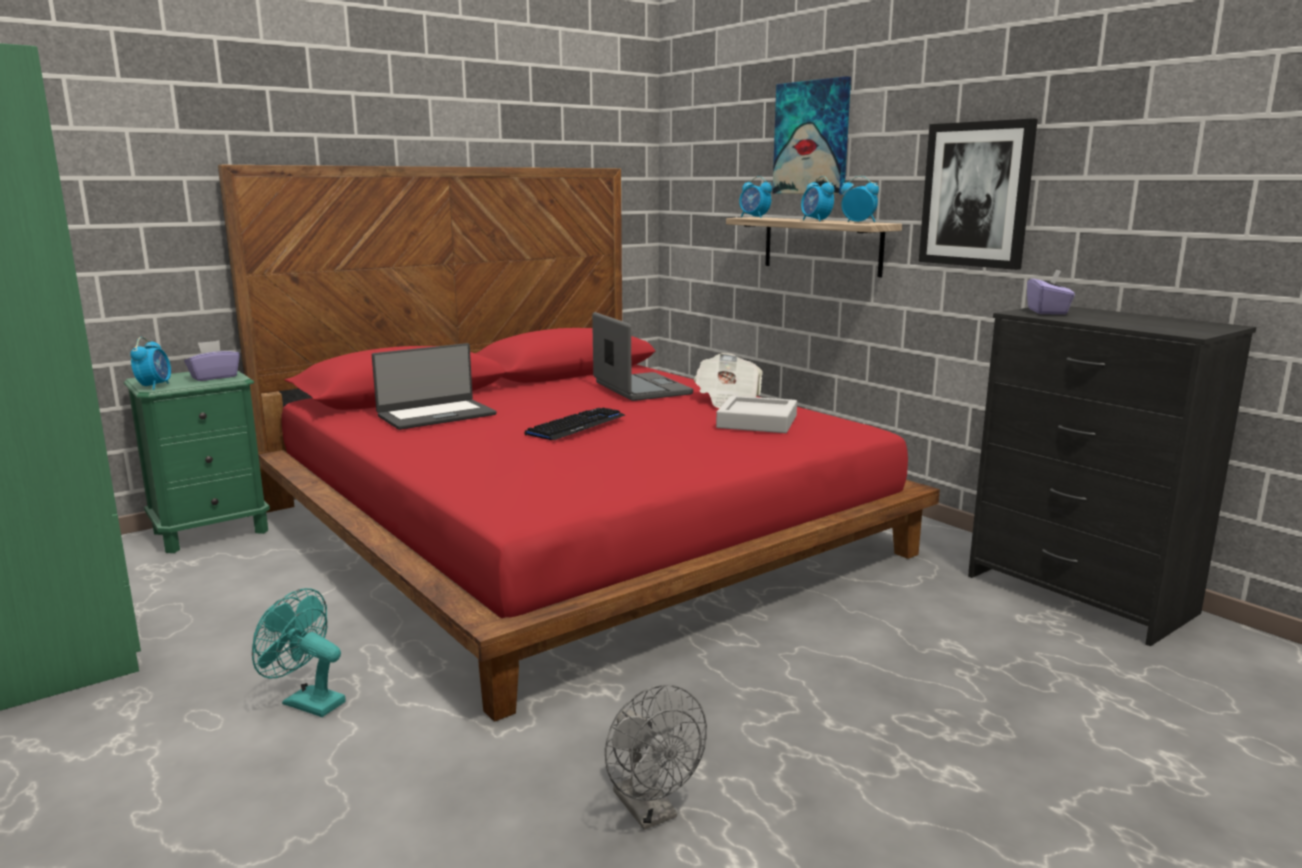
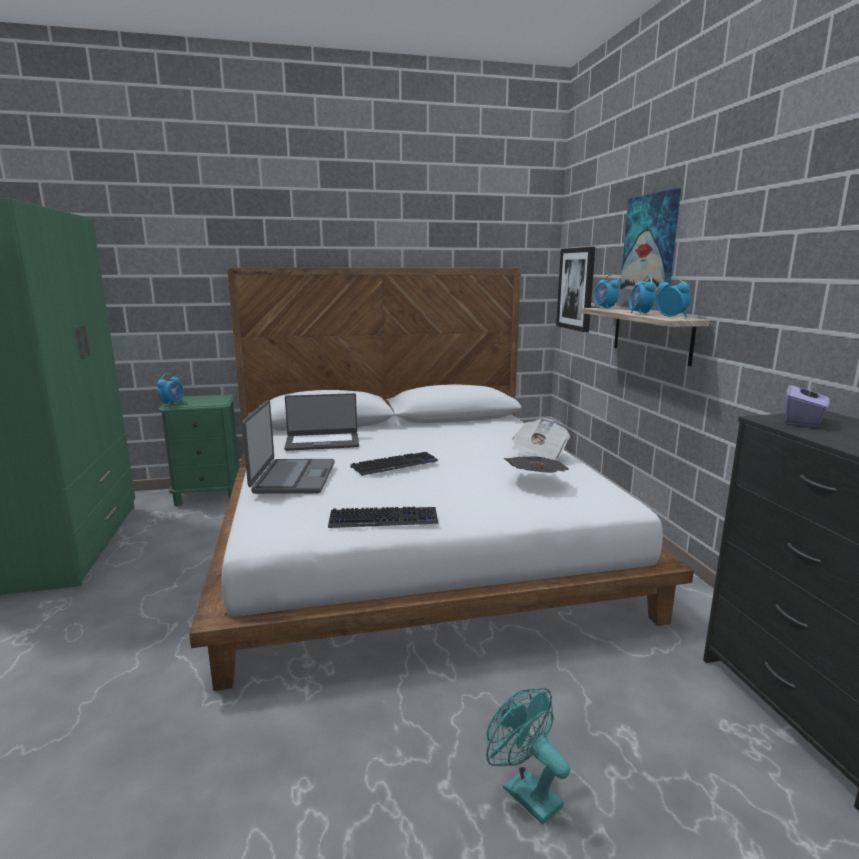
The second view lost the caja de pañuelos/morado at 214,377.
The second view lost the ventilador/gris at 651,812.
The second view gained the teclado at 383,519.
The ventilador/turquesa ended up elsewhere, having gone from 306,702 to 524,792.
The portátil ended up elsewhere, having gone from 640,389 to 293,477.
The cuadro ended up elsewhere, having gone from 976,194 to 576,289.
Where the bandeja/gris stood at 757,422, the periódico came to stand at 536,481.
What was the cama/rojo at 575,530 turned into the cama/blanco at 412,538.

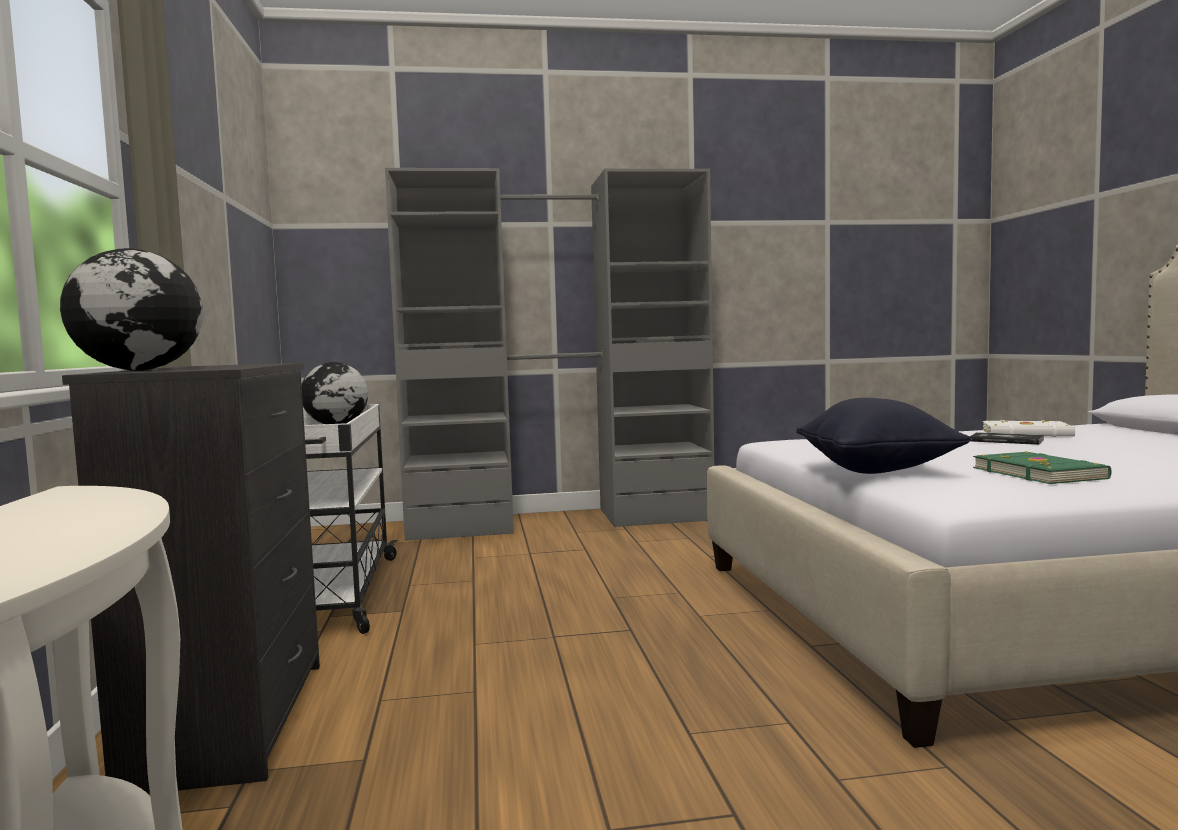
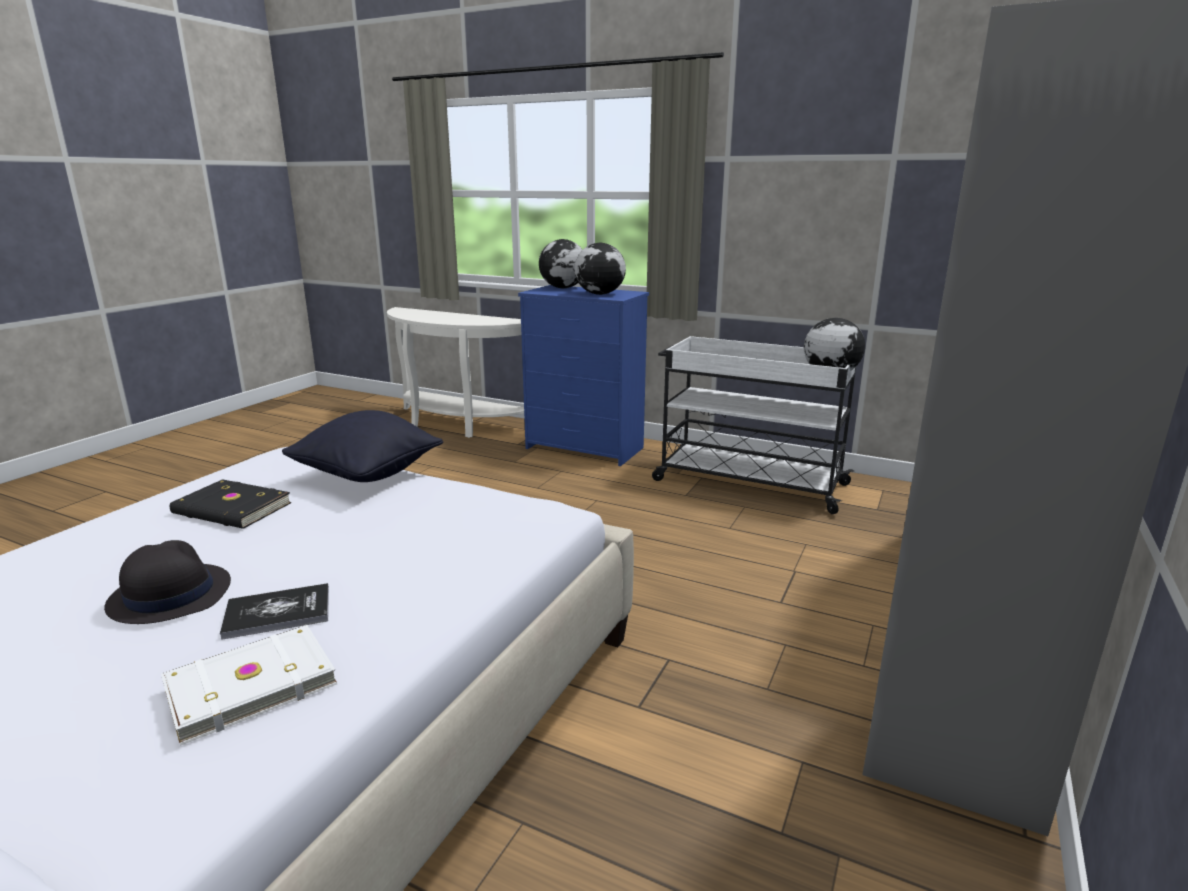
The second view gained the sombrero/negro at 169,595.
The second view gained the globo terráqueo at 600,294.
What was the cómoda/negro at 233,720 turned into the cómoda/azul at 585,448.
What was the libro/verde at 1039,473 turned into the libro/negro at 231,509.

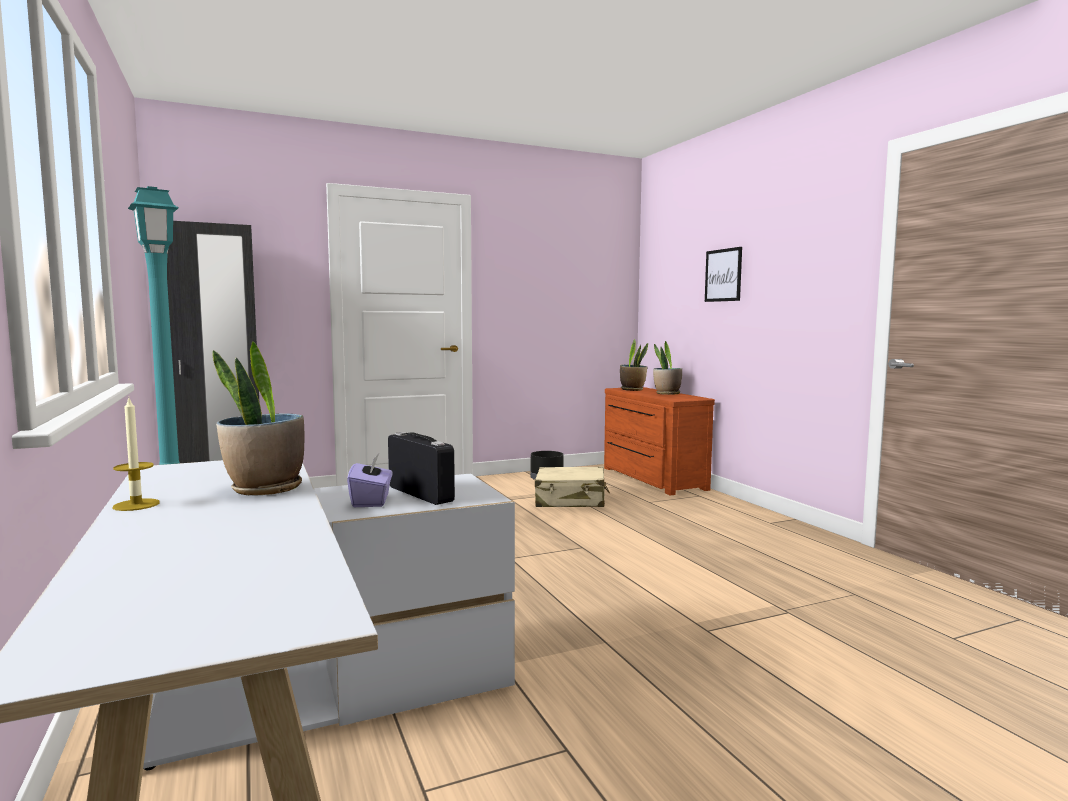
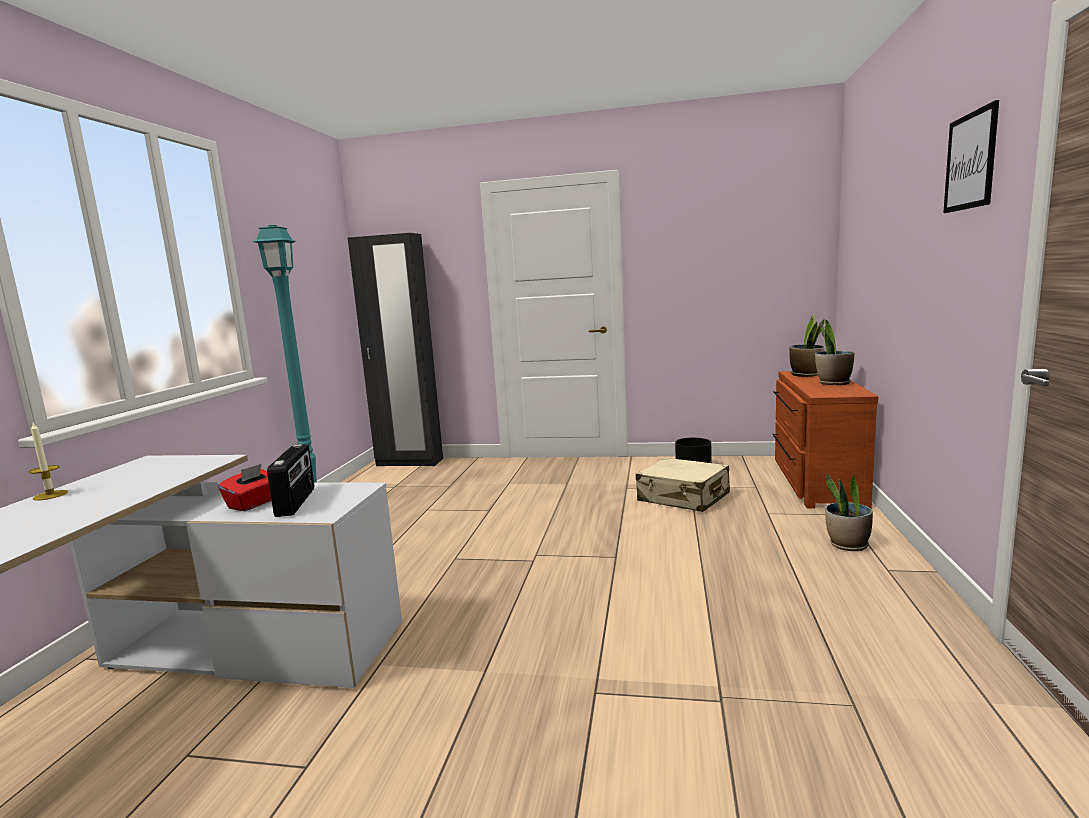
The planta en maceta ended up elsewhere, having gone from 265,489 to 847,545.
The cuadro ended up elsewhere, having gone from 723,275 to 970,161.
What was the caja de pañuelos/morado at 371,501 turned into the caja de pañuelos/rojo at 254,503.

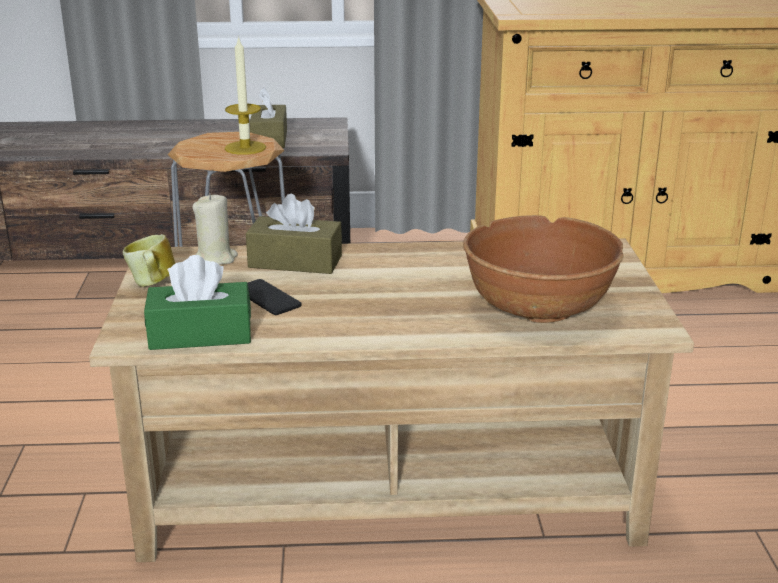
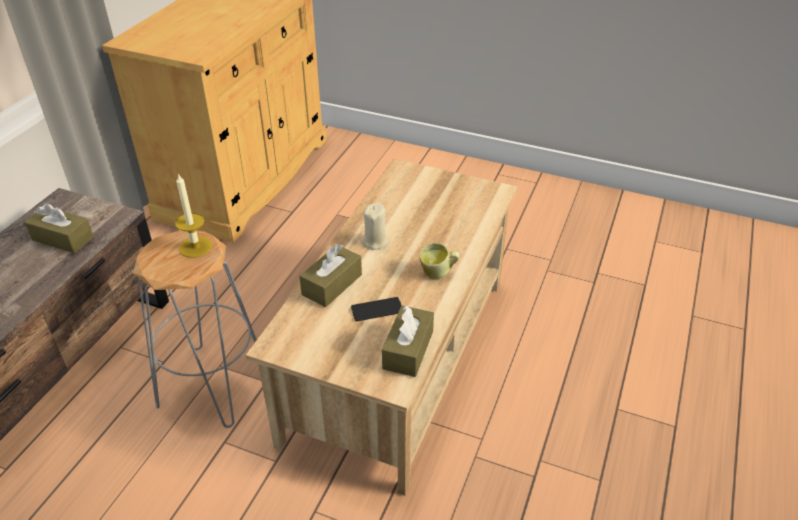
The second view lost the cuenco/marrón at 538,308.
The taza grande ended up elsewhere, having gone from 151,285 to 438,274.
The vela/beis ended up elsewhere, having gone from 215,258 to 375,241.
What was the caja de pañuelos/verde at 200,334 turned into the caja de pañuelos/marrón at 408,350.

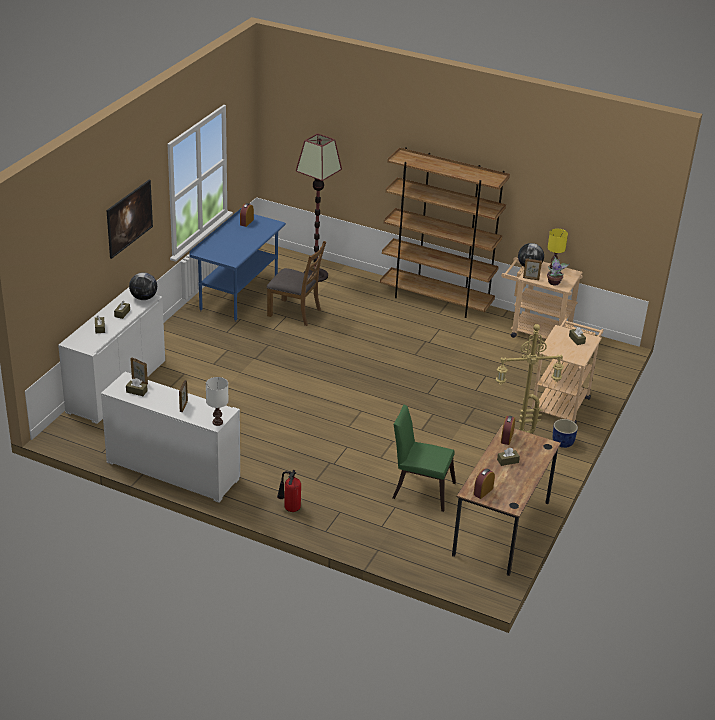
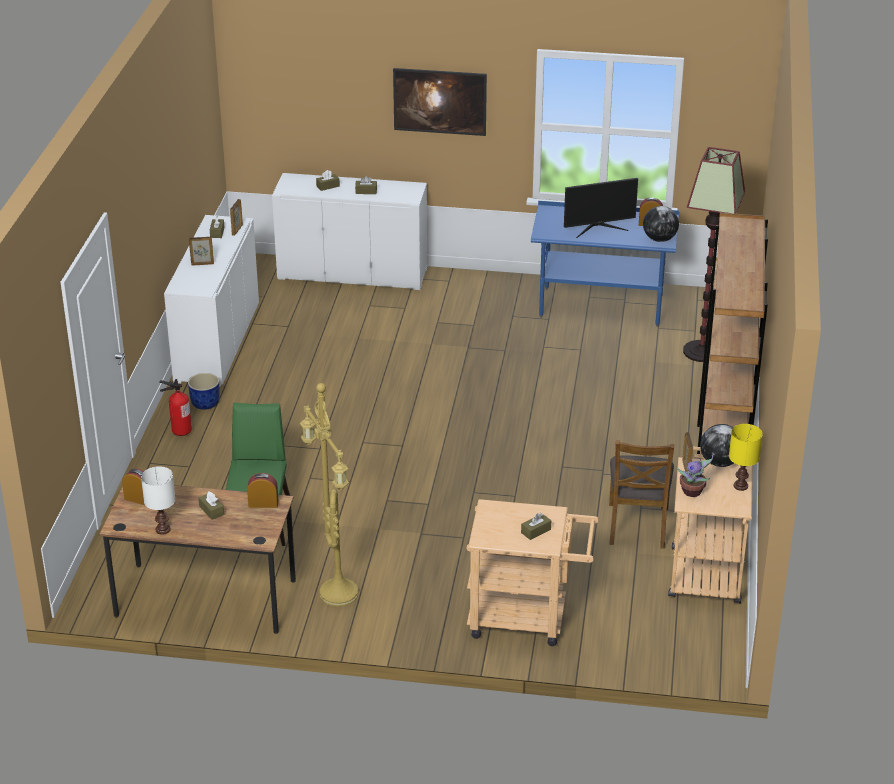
The second view gained the monitor at 598,228.
The globo terráqueo ended up elsewhere, having gone from 143,298 to 659,239.
The lámpara de mesa/blanco ended up elsewhere, having gone from 217,422 to 162,529.
The silla/marrón ended up elsewhere, having gone from 295,312 to 637,525.
The maceta/azul ended up elsewhere, having gone from 562,442 to 205,403.

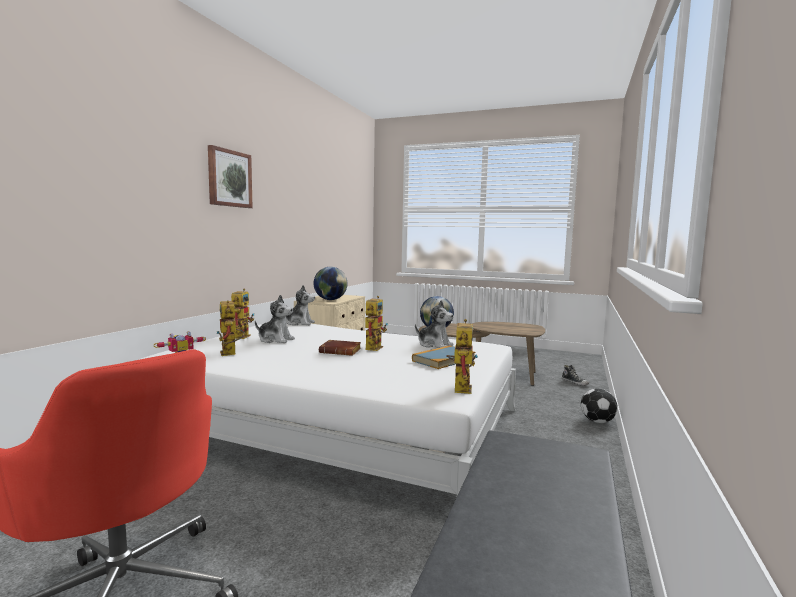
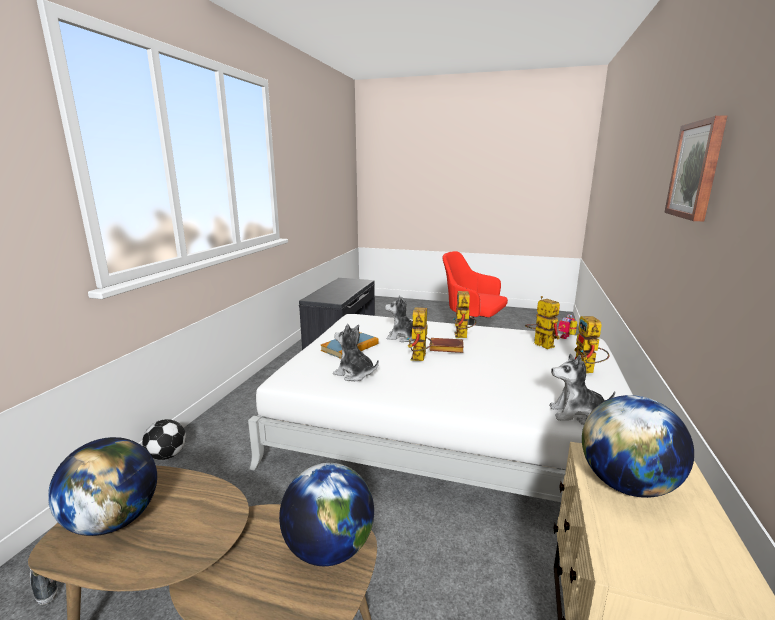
The second view gained the globo terráqueo at 114,521.
The peluche ended up elsewhere, having gone from 275,340 to 403,337.
The robot de juguete ended up elsewhere, having gone from 460,387 to 463,337.

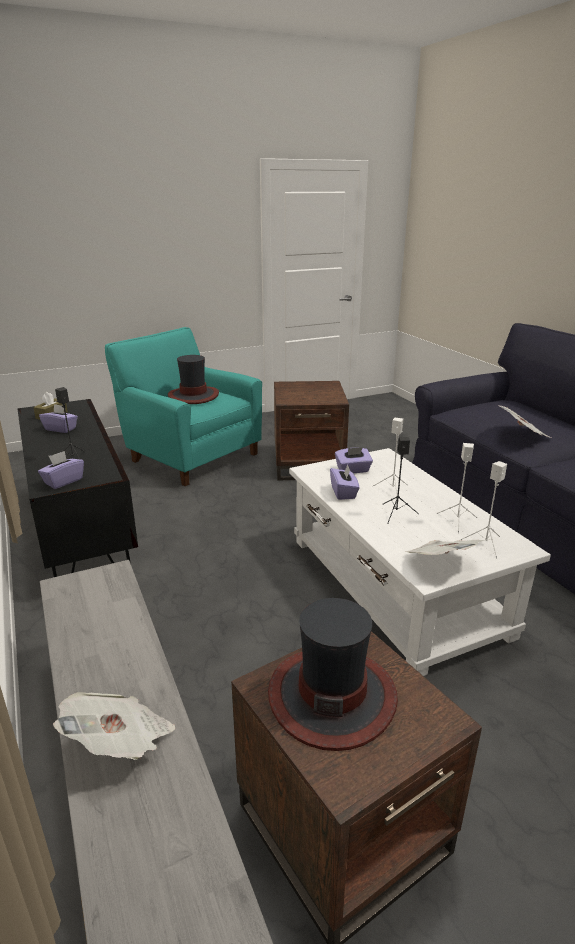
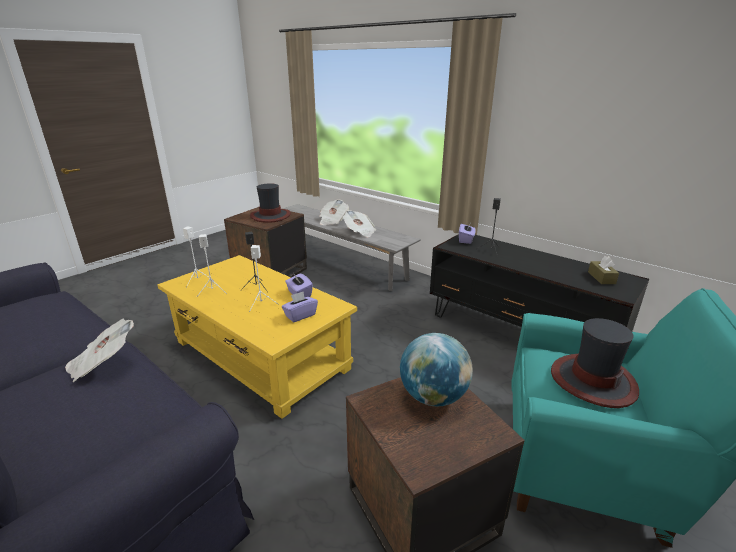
The second view lost the caja de pañuelos/morado at 61,429.
The second view gained the globo terráqueo at 433,396.
The periódico ended up elsewhere, having gone from 441,562 to 359,232.
What was the mesa de centro/blanco at 394,585 turned into the mesa de centro/amarillo at 260,354.

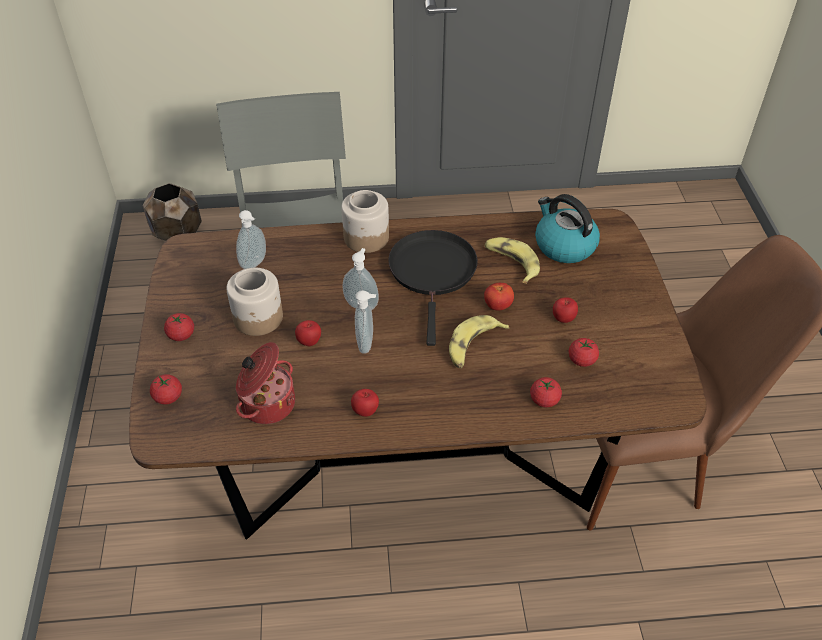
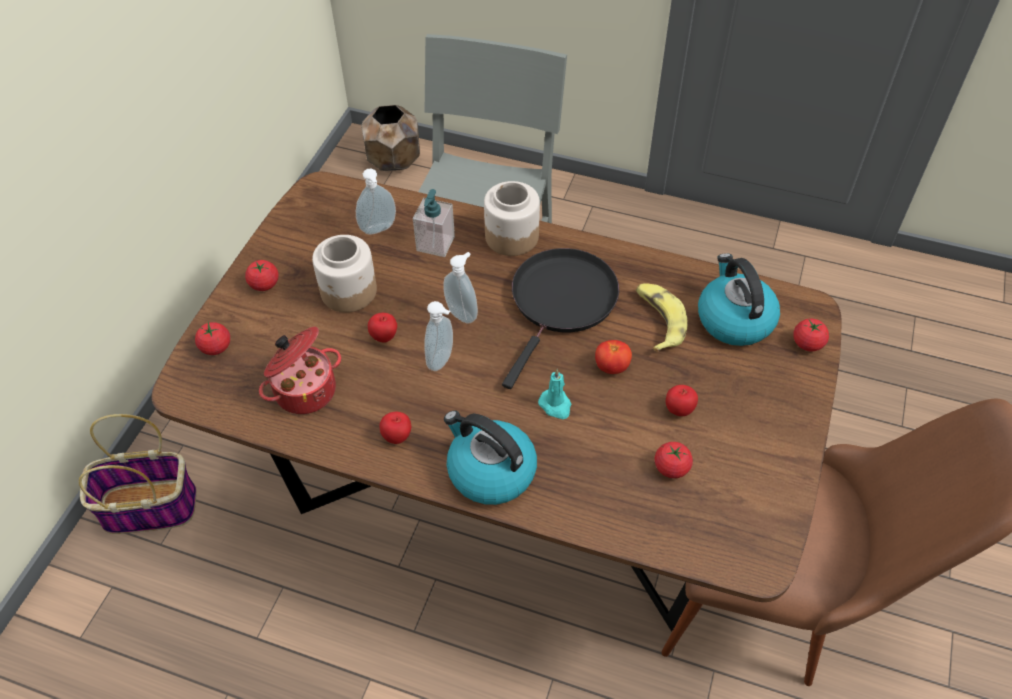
The second view gained the cesta at 147,508.
The second view gained the dispensador de jabón at 435,244.
The second view gained the hervidor at 490,471.
The tomate ended up elsewhere, having gone from 544,400 to 807,343.
Where the plátano stood at 473,346, the vela/turquesa came to stand at 556,405.

